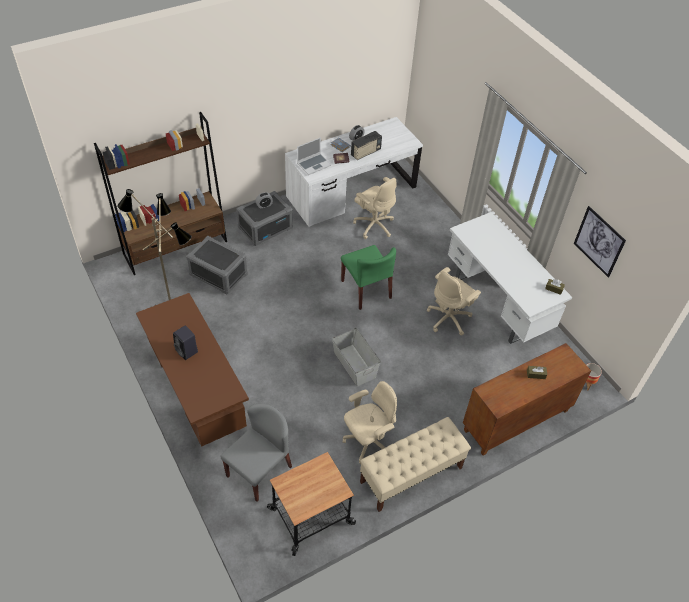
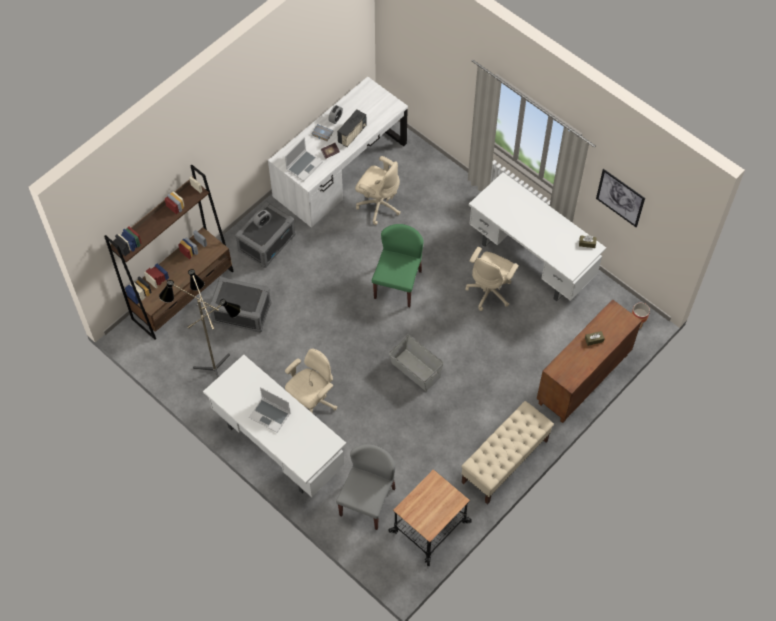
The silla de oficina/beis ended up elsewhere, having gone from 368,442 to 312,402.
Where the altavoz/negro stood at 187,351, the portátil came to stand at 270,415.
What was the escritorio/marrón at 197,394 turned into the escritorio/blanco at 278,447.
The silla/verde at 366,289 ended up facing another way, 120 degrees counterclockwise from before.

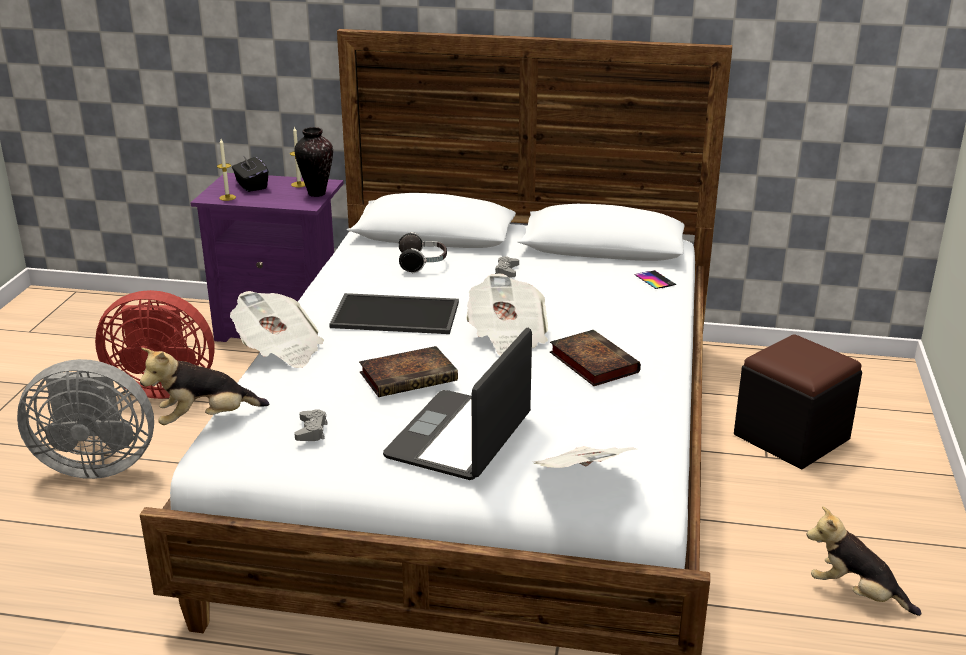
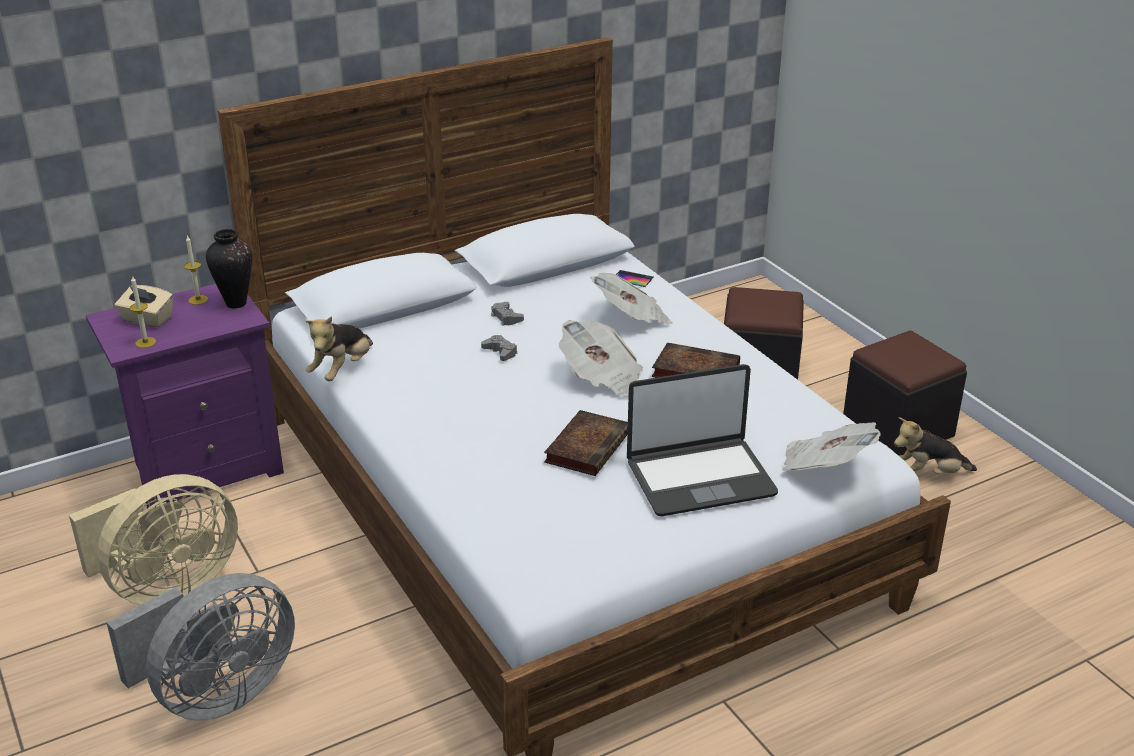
The second view lost the bandeja at 397,314.
The second view lost the auriculares at 423,264.
The second view gained the puf/negro at 898,429.
The peluche ended up elsewhere, having gone from 206,419 to 342,370.
The periódico ended up elsewhere, having gone from 280,350 to 631,318.
The mando de consola/gris ended up elsewhere, having gone from 311,430 to 500,352.
What was the ventilador/rojo at 162,387 turned into the ventilador/beis at 167,587.
What was the caja de pañuelos/negro at 251,186 turned into the caja de pañuelos/beis at 147,320.
The portátil at 461,437 ended up facing another way, 90 degrees counterclockwise from before.

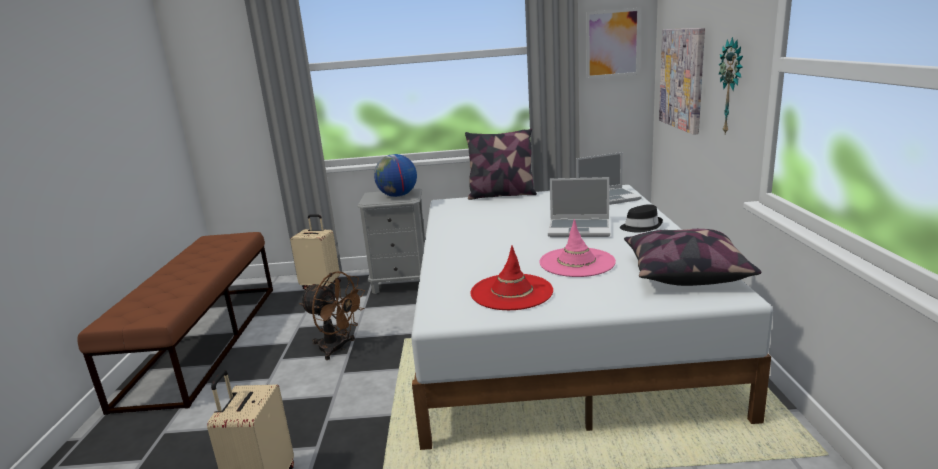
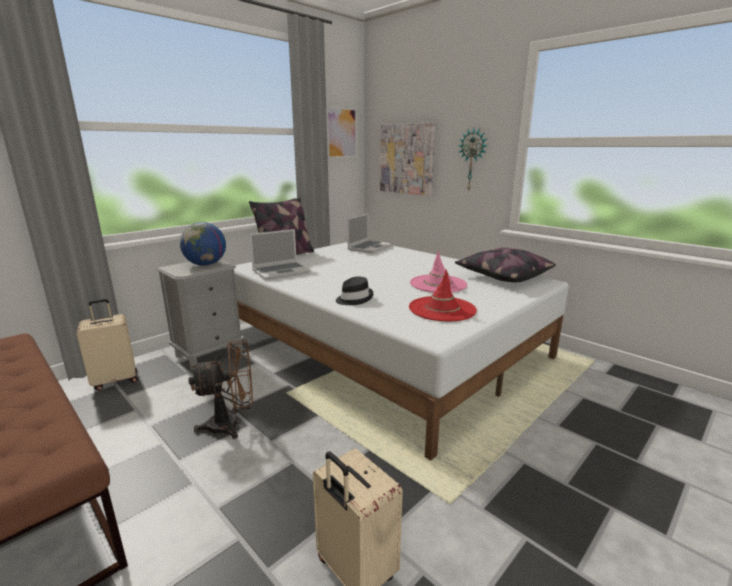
The portátil ended up elsewhere, having gone from 580,229 to 281,272.
The sombrero/negro ended up elsewhere, having gone from 641,226 to 354,298.

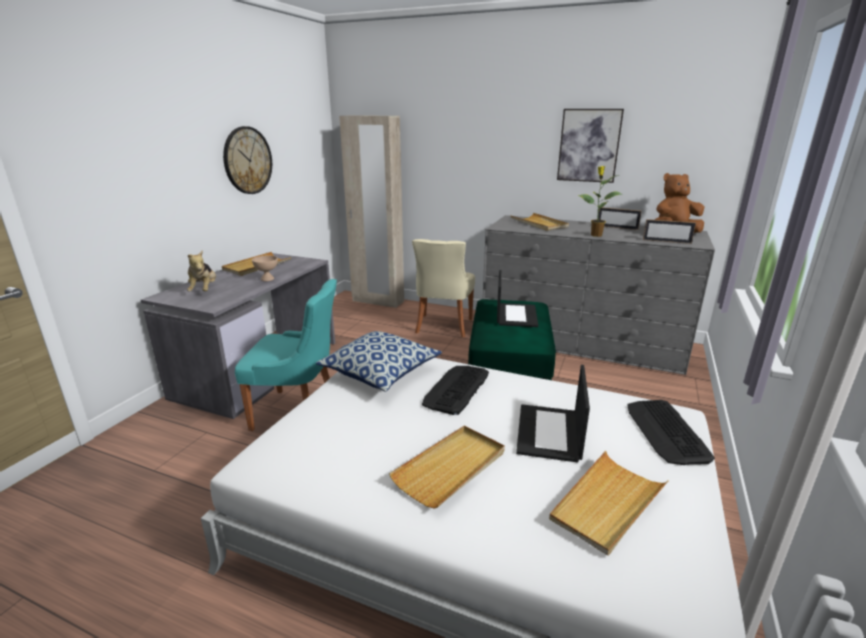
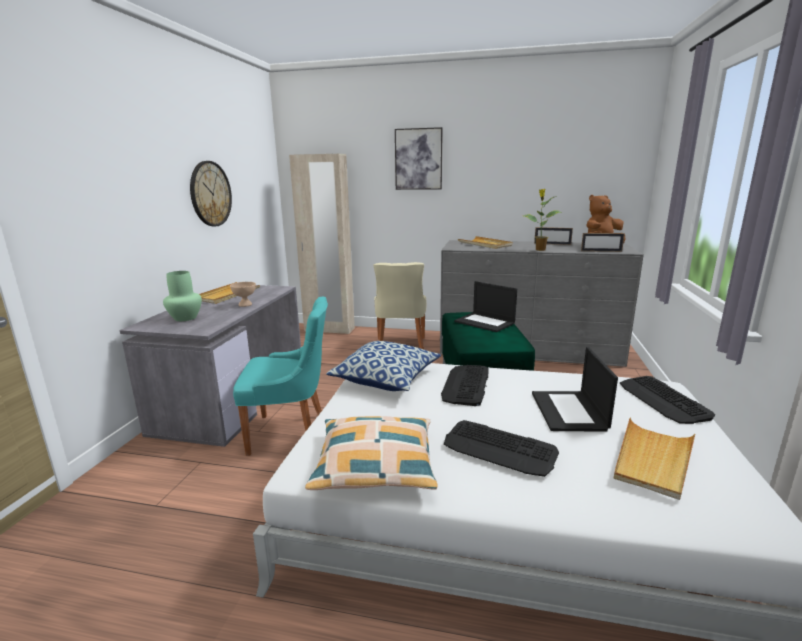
The second view gained the cojín at 375,464.
The cuadro ended up elsewhere, having gone from 589,145 to 418,159.
Where the peluche stood at 204,290, the florero/verde came to stand at 185,318.
Where the bandeja/beis stood at 451,468, the teclado came to stand at 499,449.
The portátil at 515,315 ended up facing another way, 135 degrees clockwise from before.

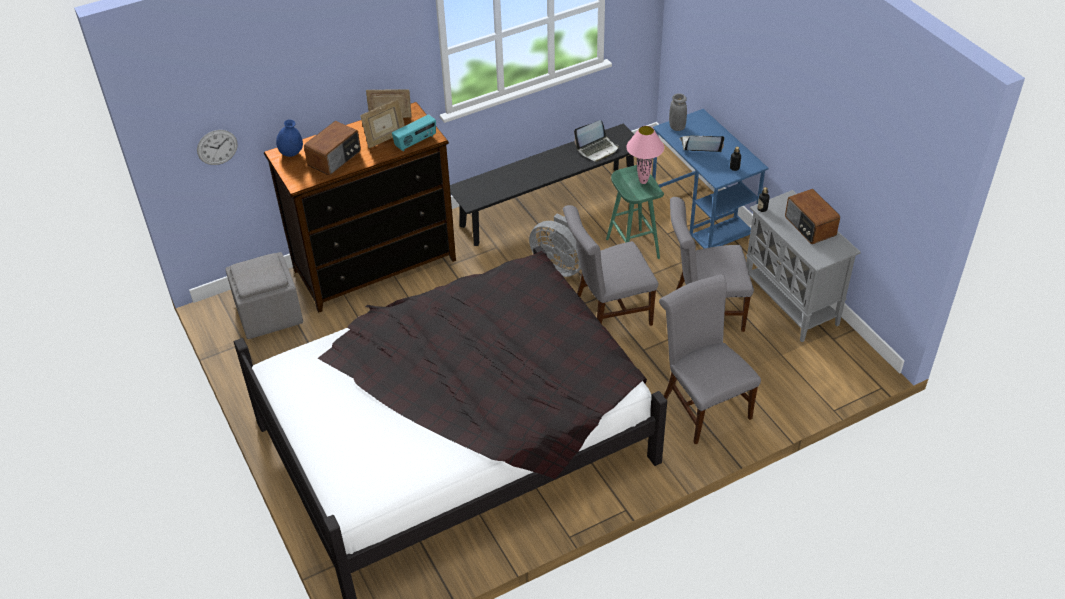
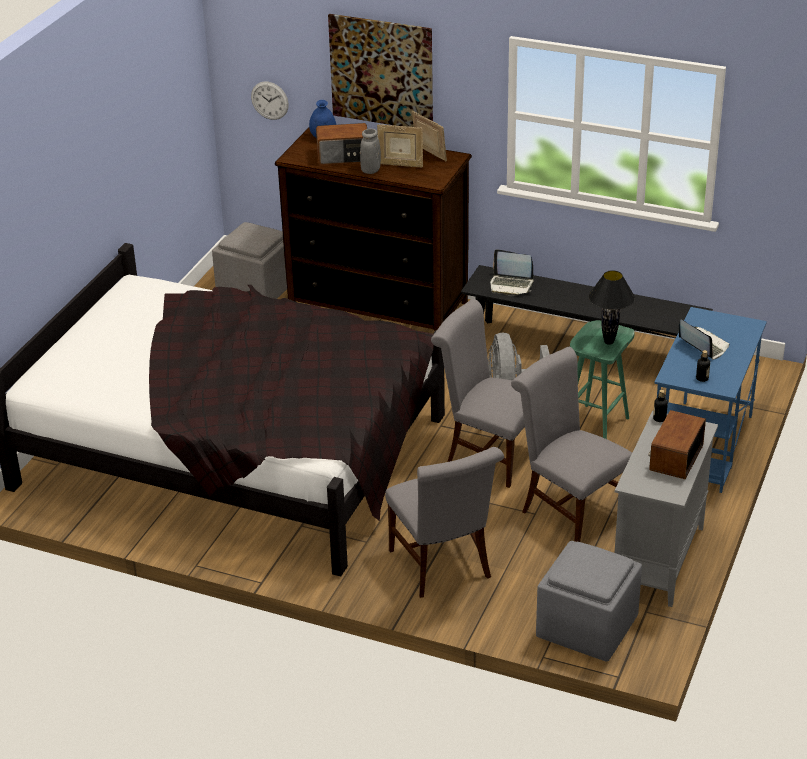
The second view lost the radio at 416,142.
The second view gained the cuadro at 381,72.
The second view gained the puf/gris at 587,628.
The portátil ended up elsewhere, having gone from 597,149 to 511,285.
The florero/gris ended up elsewhere, having gone from 677,127 to 370,170.
What was the lámpara de mesa/rosa at 643,182 turned into the lámpara de mesa/negro at 608,342.
The silla/gris at 702,405 ended up facing another way, 135 degrees clockwise from before.

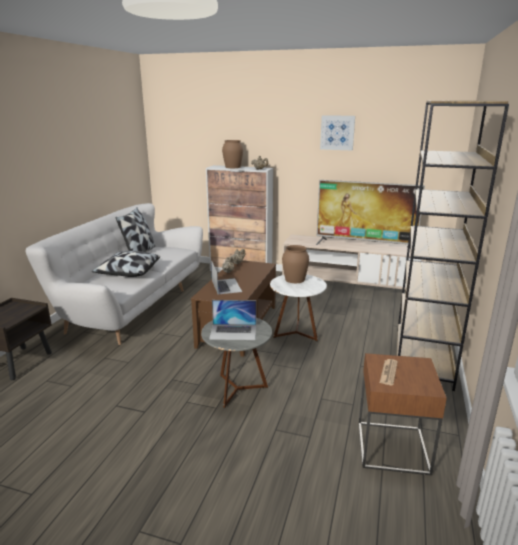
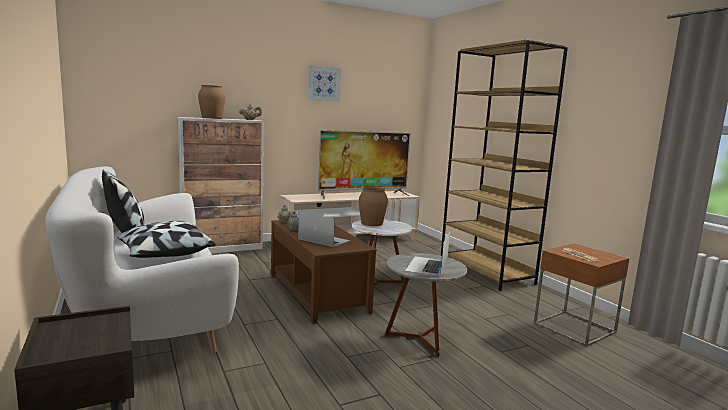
The portátil at 233,332 ended up facing another way, 150 degrees clockwise from before.

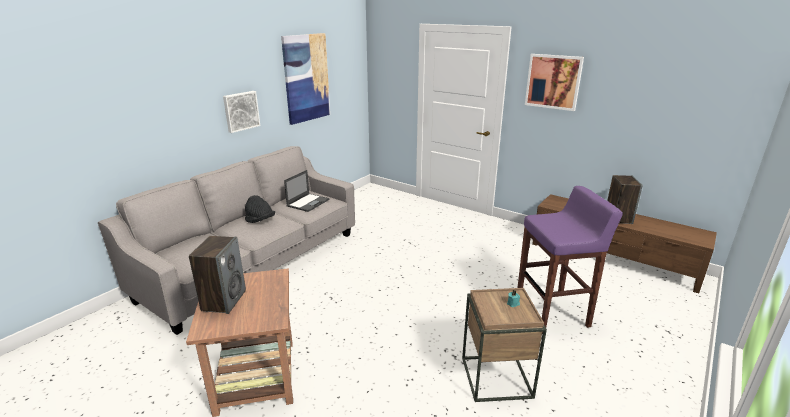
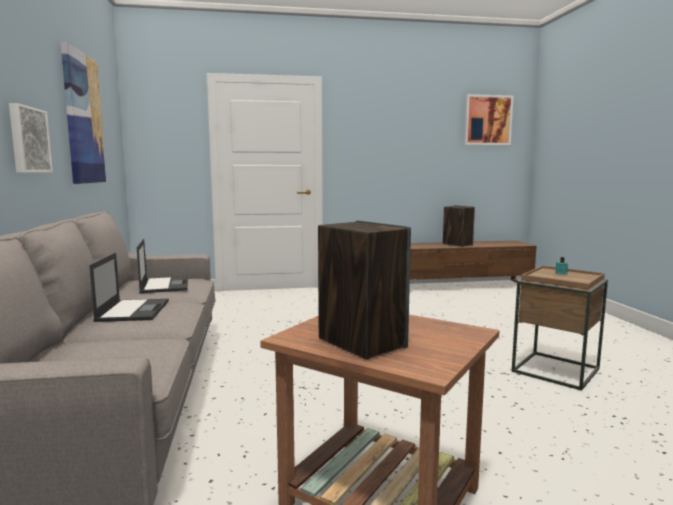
The second view lost the taburete/morado at 553,313.
The cuadro ended up elsewhere, having gone from 553,81 to 487,120.
Where the sombrero/negro stood at 260,221, the portátil came to stand at 133,310.

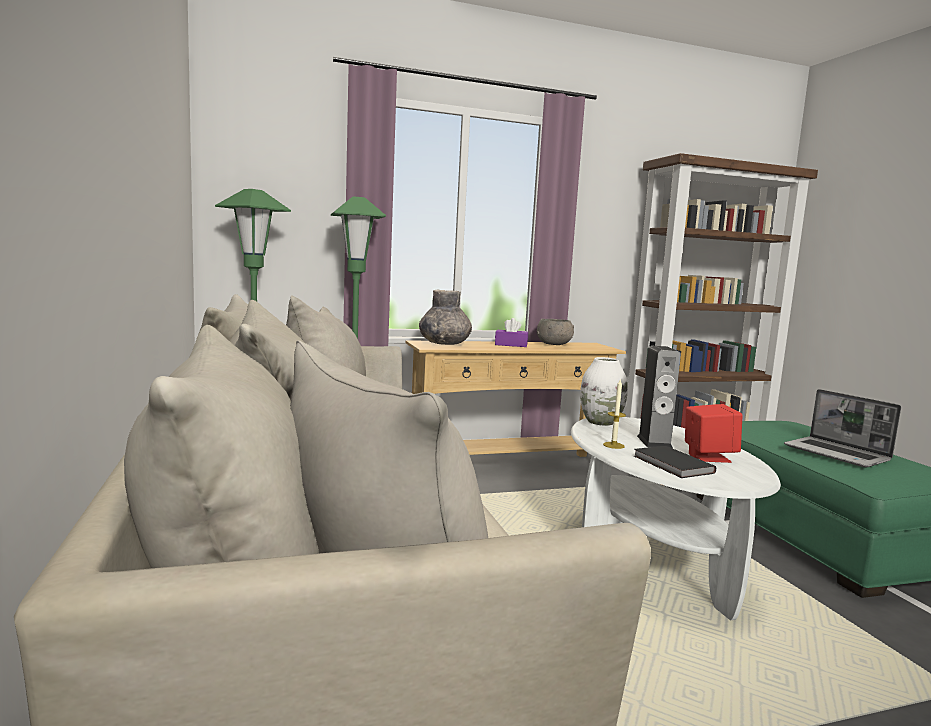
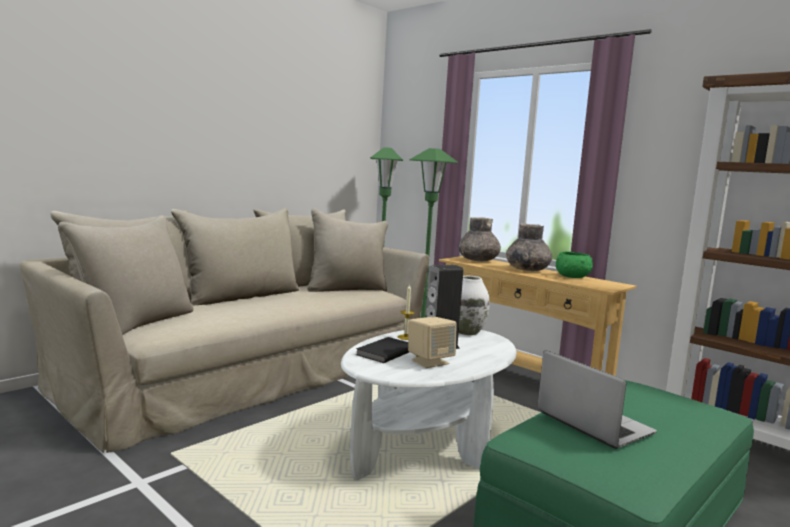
Where the caja de pañuelos/morado stood at 511,345, the florero/gris came to stand at 527,270.
What was the cuenco/gris at 554,344 turned into the cuenco/verde at 572,277.
What was the altavoz/rojo at 708,456 turned into the altavoz/beis at 430,361.
The portátil at 837,454 ended up facing another way, 120 degrees clockwise from before.

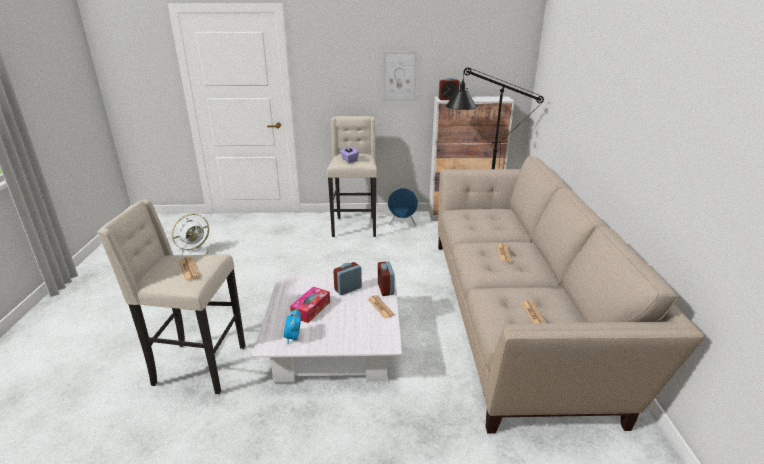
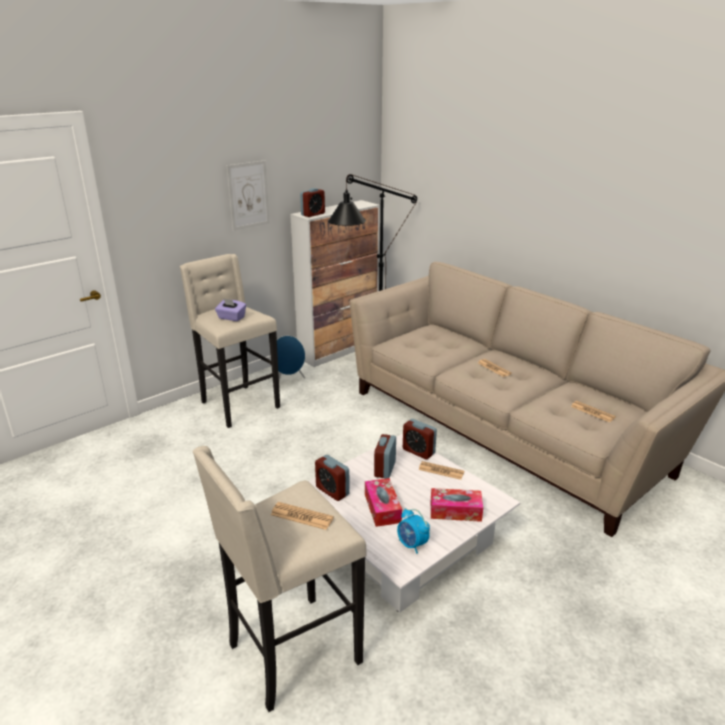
The second view lost the ventilador/blanco at 196,252.
The second view gained the despertador at 332,491.
The second view gained the caja de pañuelos at 455,511.

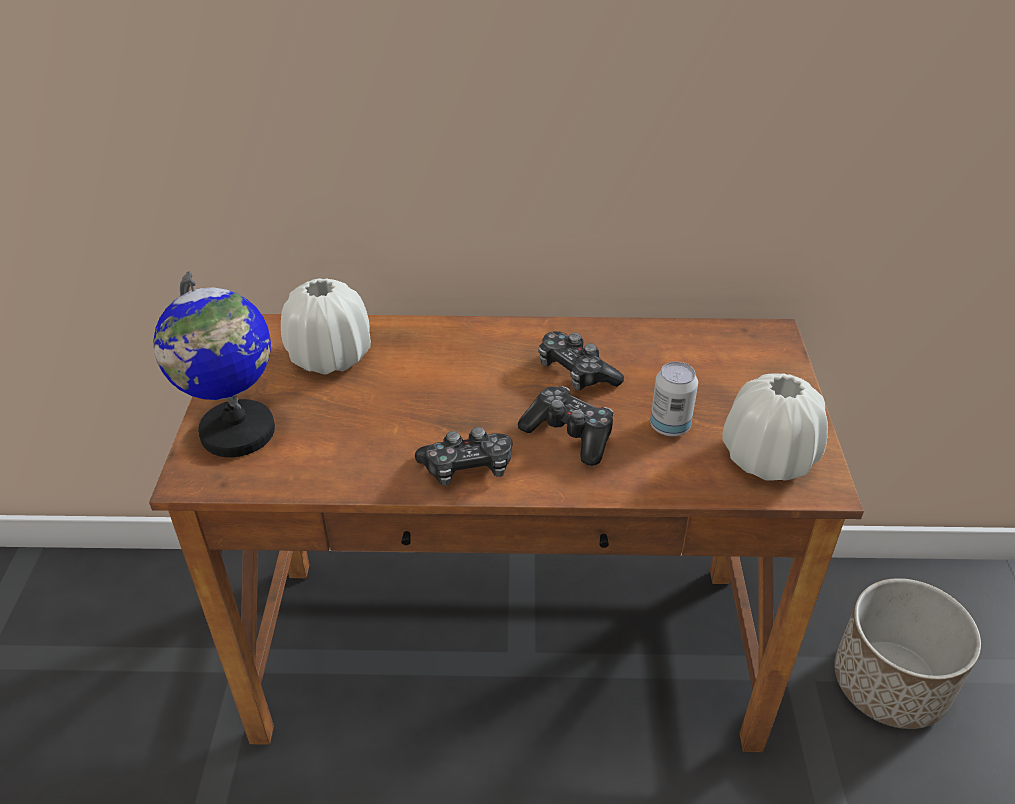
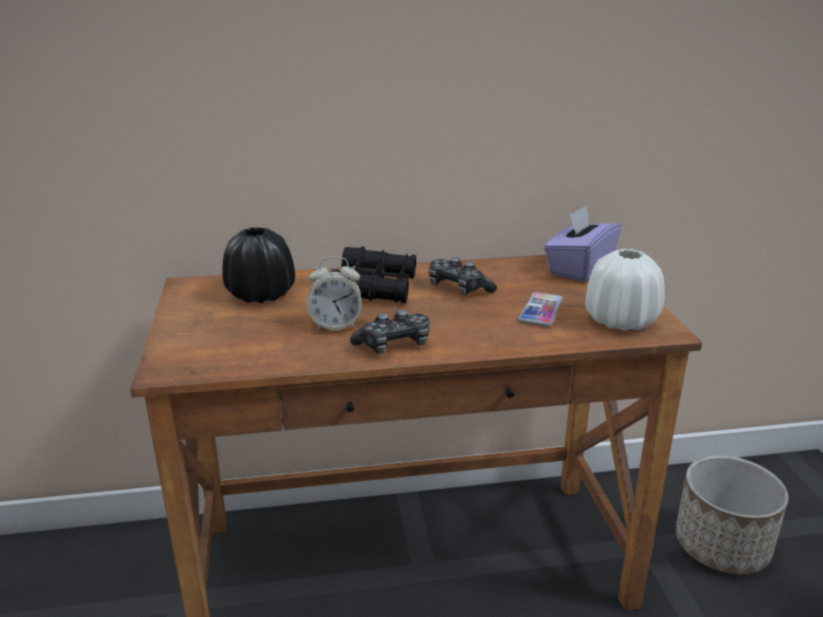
The second view lost the globo terráqueo at 237,432.
The second view lost the mando de consola at 569,434.
The second view gained the despertador at 335,325.
The second view gained the prismáticos/negro at 375,287.
The second view gained the caja de pañuelos/morado at 579,268.
Where the lata stood at 669,426, the móvil came to stand at 541,310.
What was the florero/blanco at 330,357 turned into the florero/negro at 261,294.

